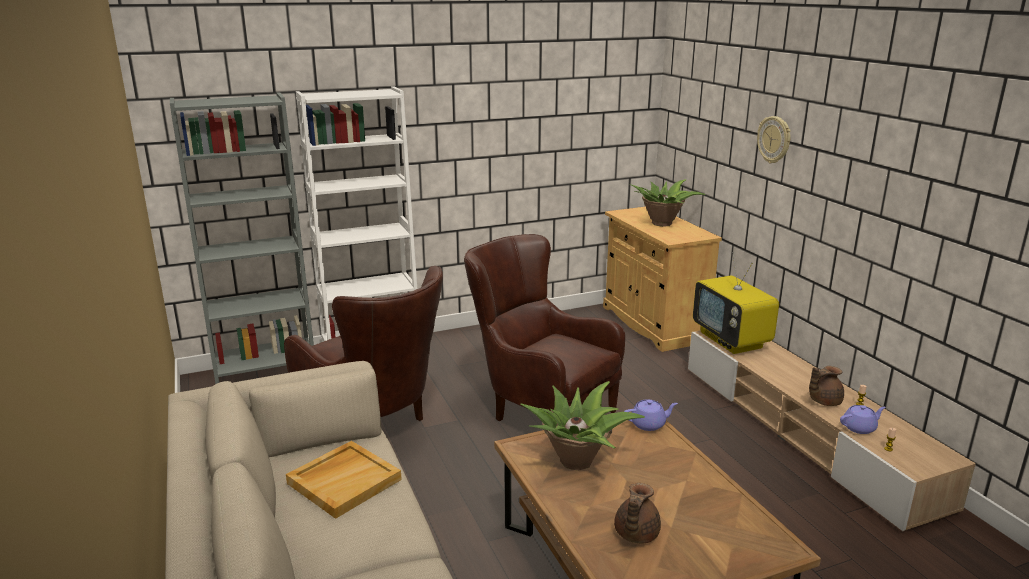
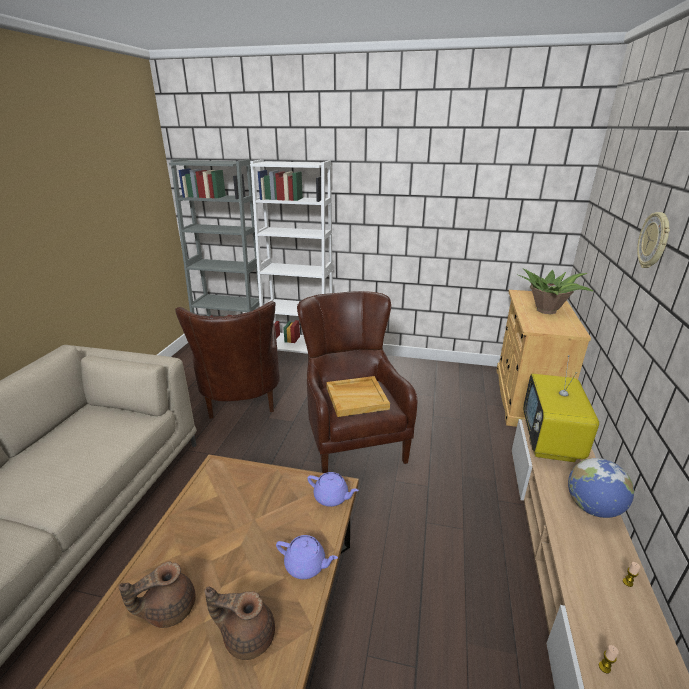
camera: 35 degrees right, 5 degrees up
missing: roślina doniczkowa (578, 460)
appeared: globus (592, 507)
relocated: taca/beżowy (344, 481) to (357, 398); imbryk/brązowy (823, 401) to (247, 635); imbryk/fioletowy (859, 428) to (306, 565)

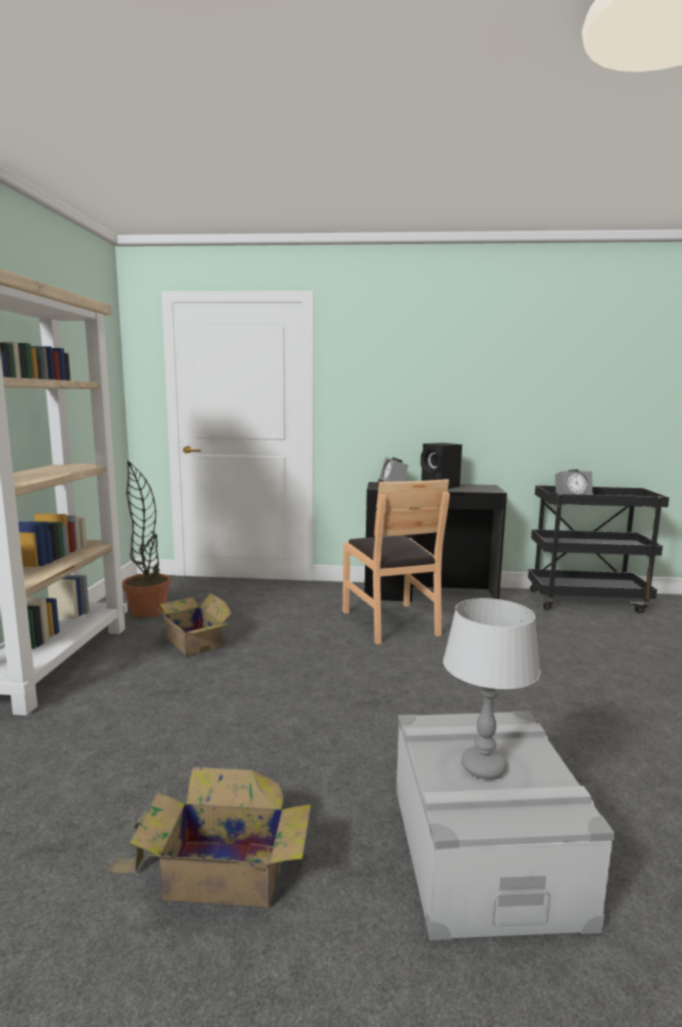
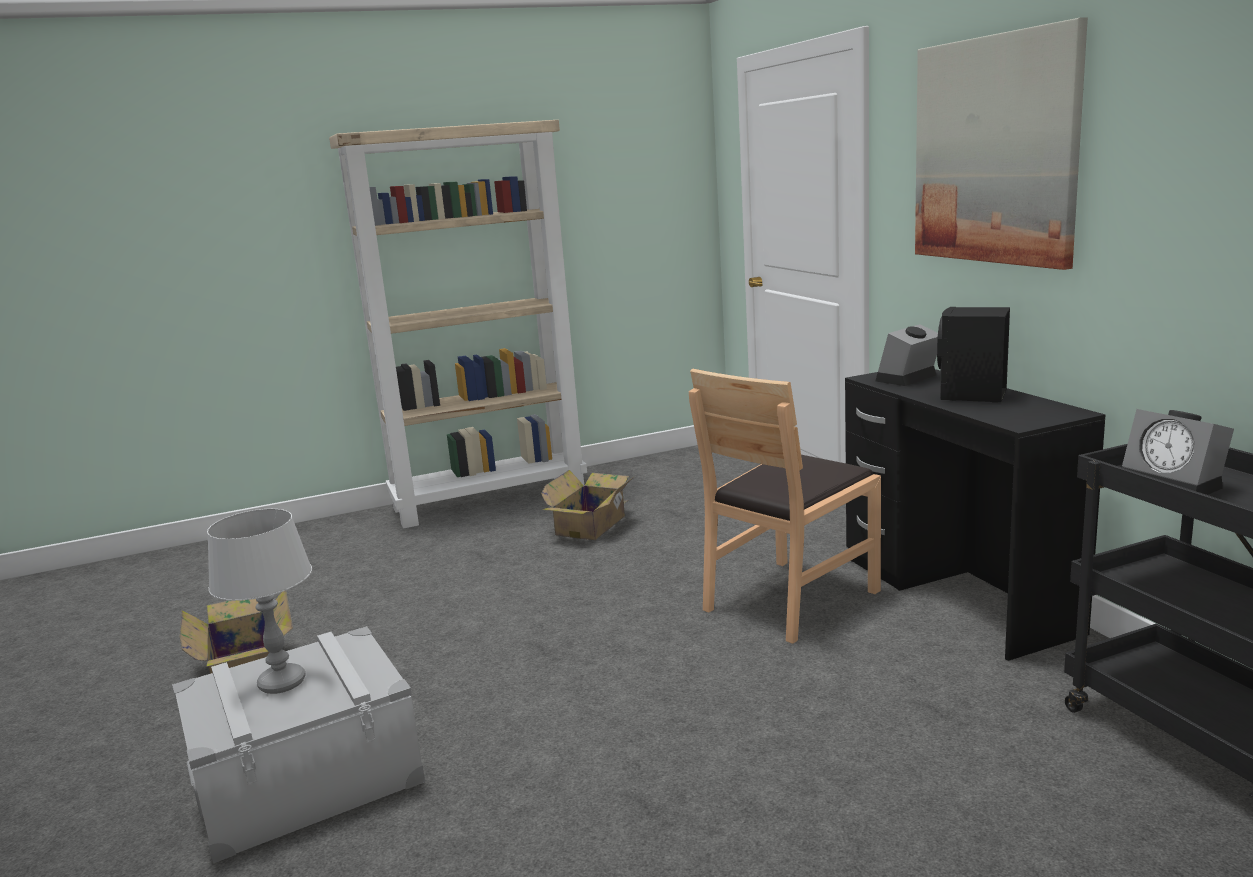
camera: 65 degrees right, 5 degrees up
missing: roślina doniczkowa (148, 611)
appeared: obraz (995, 151)

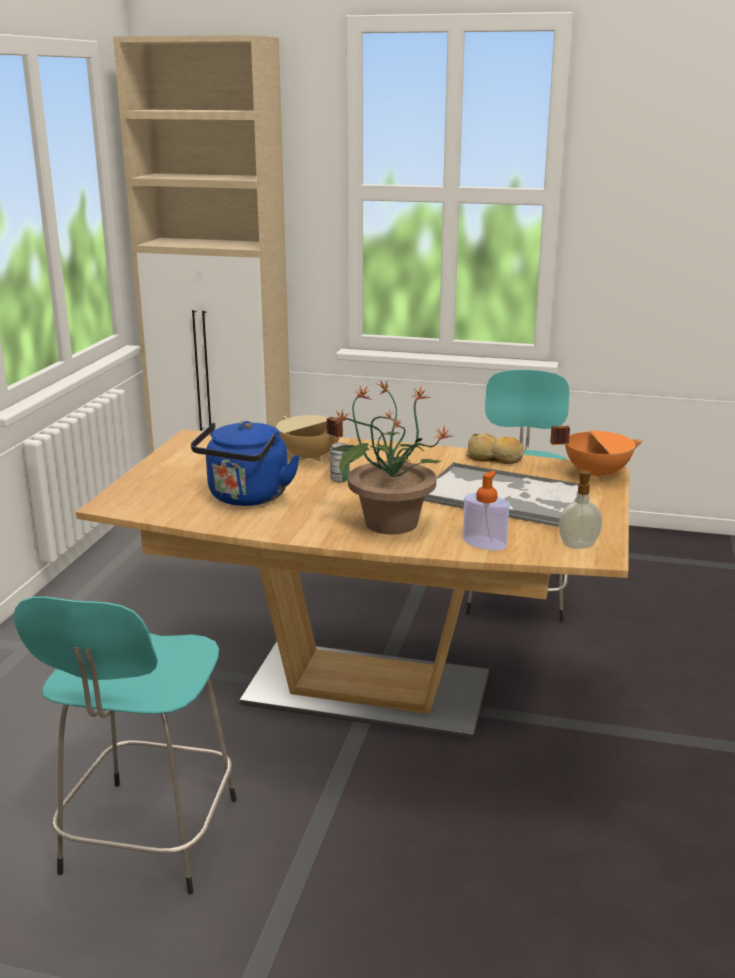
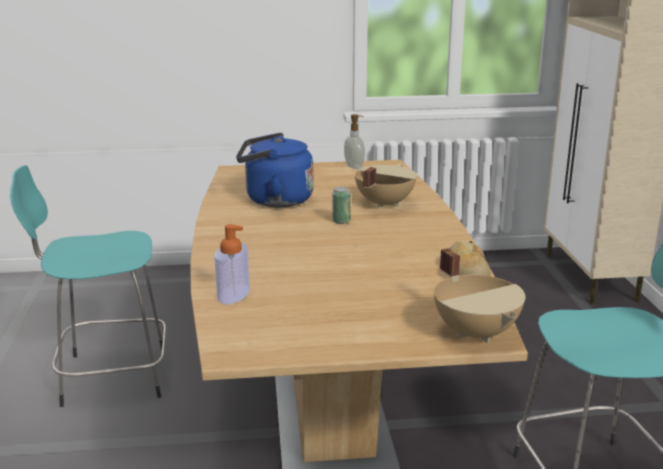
camera: 70 degrees right, 0 degrees up
missing: roślina doniczkowa (389, 523); taca (504, 496)
relocated: dozownik mydła (578, 545) to (355, 167)
colour: garnek/pomarańczowy (595, 474) to garnek/beżowy (476, 332)

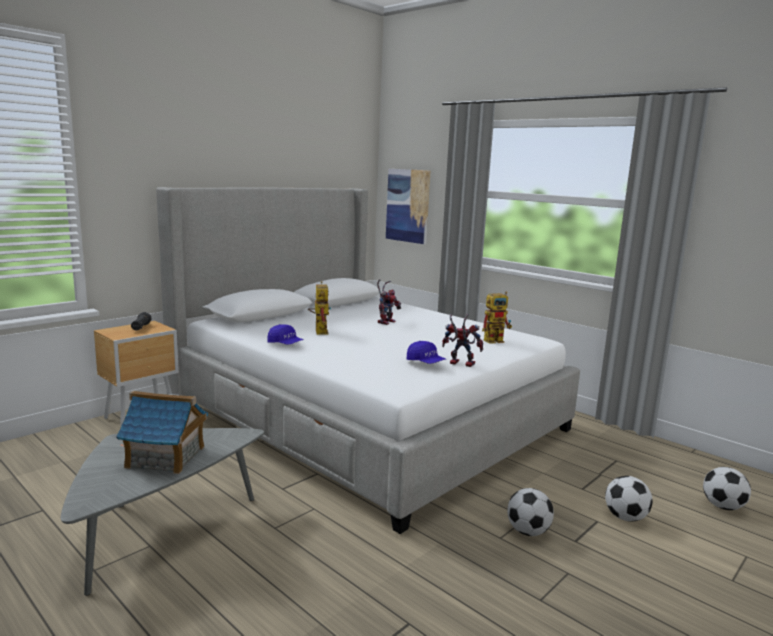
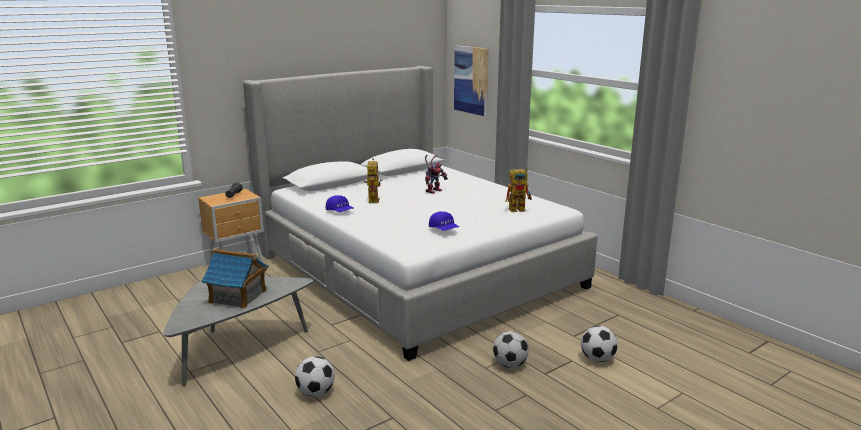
camera: 10 degrees right, 5 degrees up
missing: robot zabawkowy (459, 363)
relocated: piłka futbolowa (722, 506) to (316, 392)

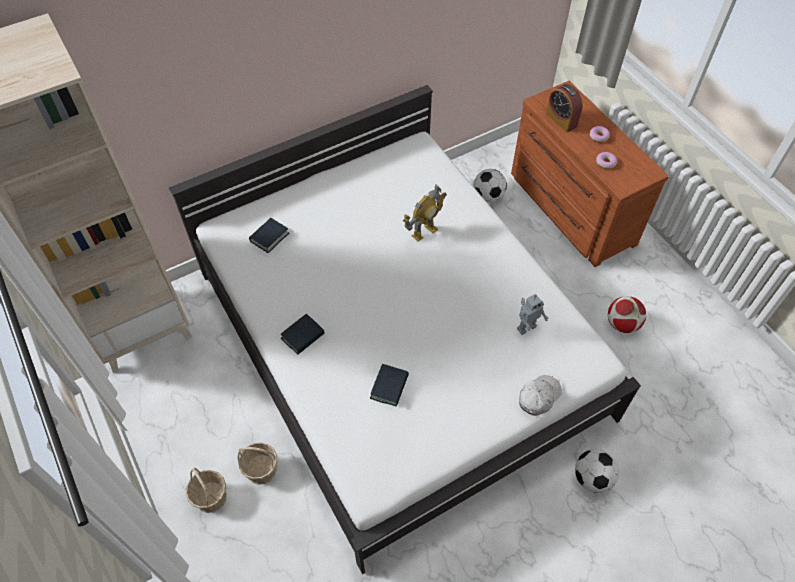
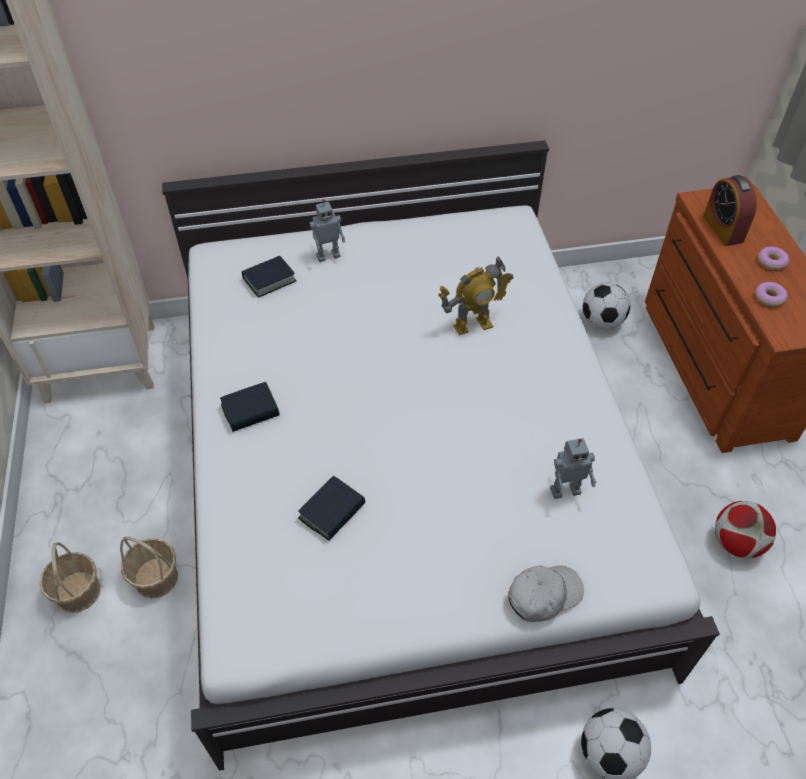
camera: 20 degrees right, 5 degrees down
appeared: robot zabawkowy (328, 255)

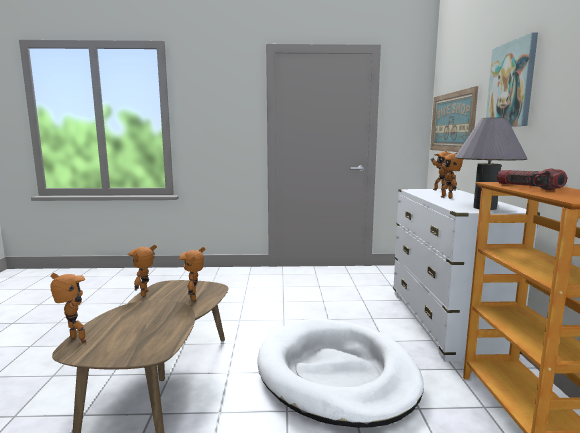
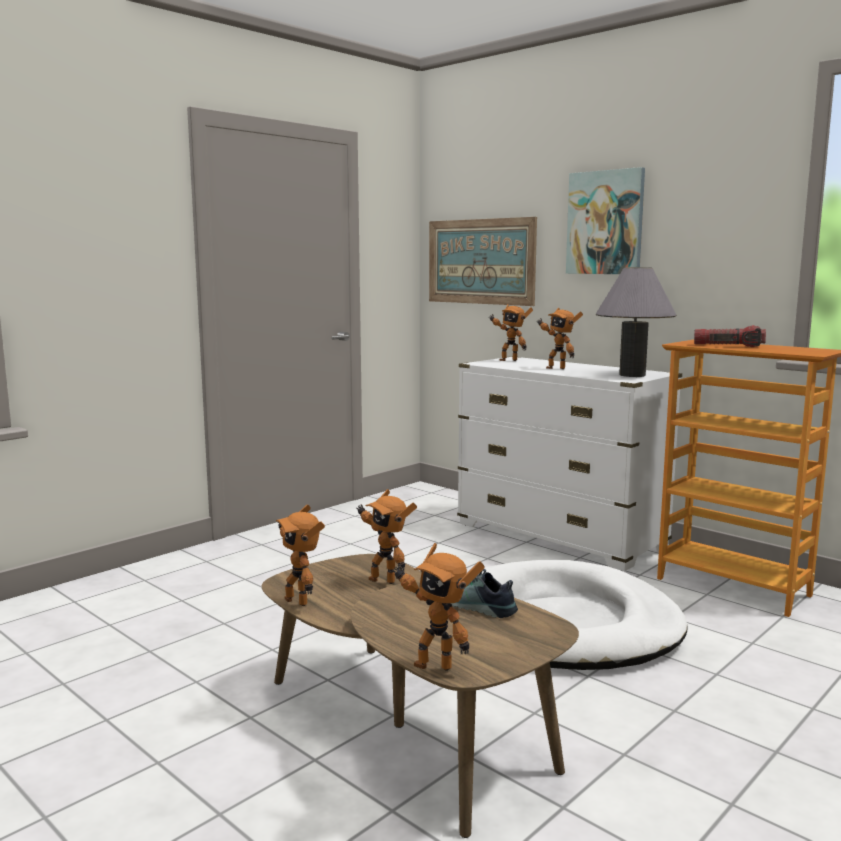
camera: 45 degrees left, 0 degrees up
appeared: but (475, 607)
spun: robot zabawkowy (75, 341) = (434, 664) 150 degrees counterclockwise

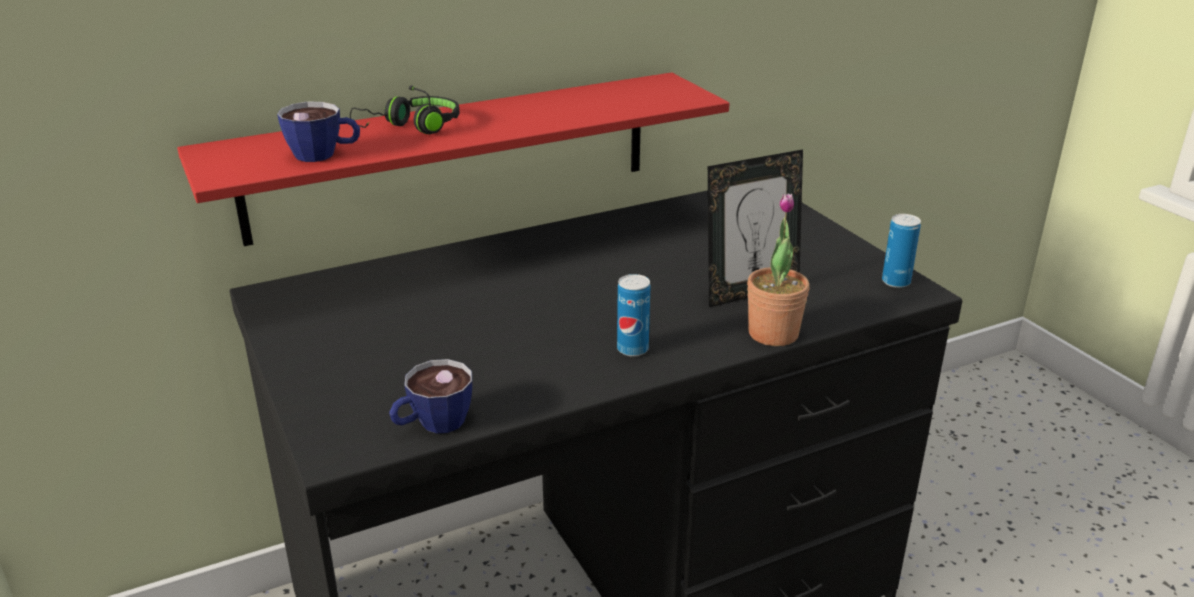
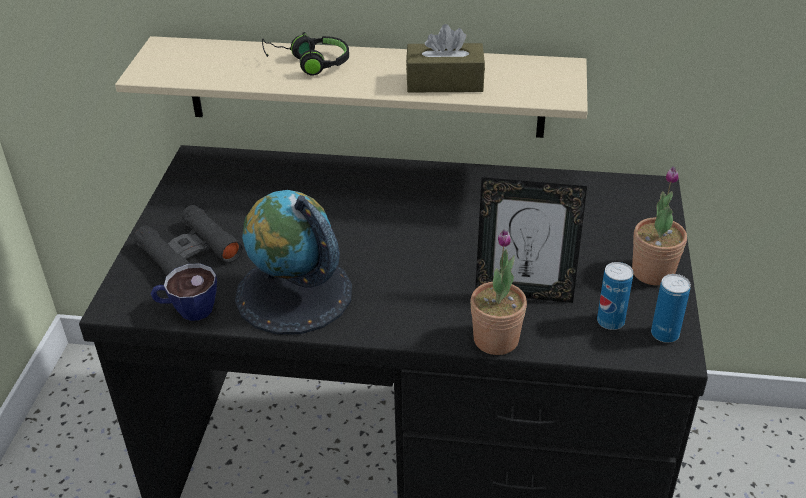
camera: 35 degrees right, 10 degrees up
missing: filiżanka (324, 155)
appeared: lornetka/czarny (189, 252); globus (293, 294); pudełko chusteczek/brązowy (444, 82); roślina doniczkowa (653, 272)
relocated: puszka (632, 349) to (610, 321)
colour: półka/czerwony (452, 156) to półka/beżowy (364, 87)

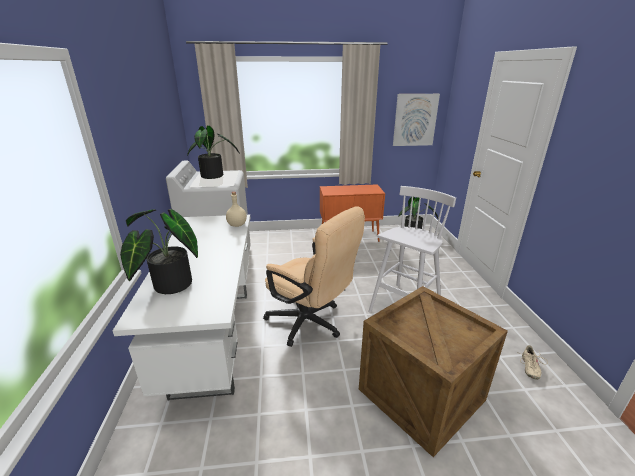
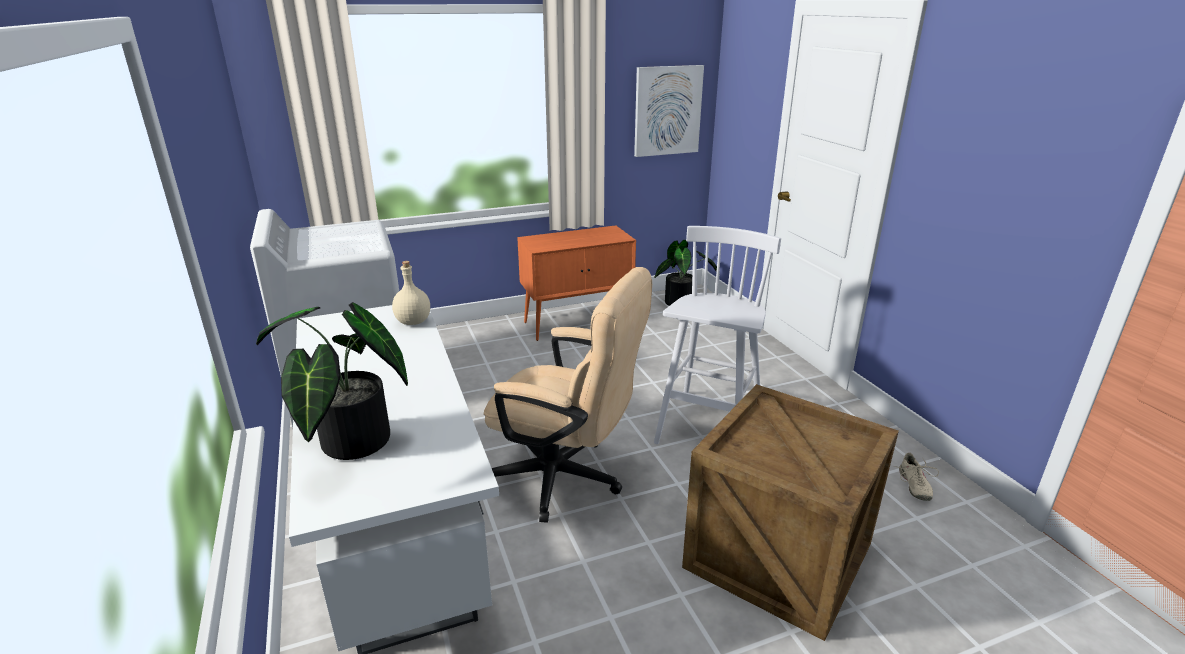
camera: 15 degrees left, 0 degrees up
missing: roślina doniczkowa (214, 176)

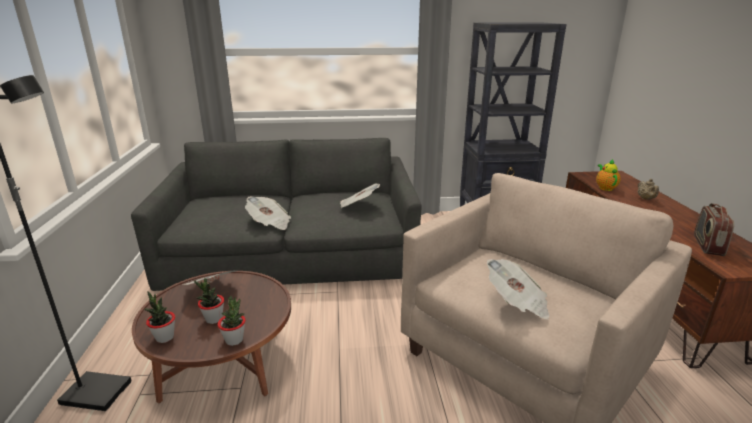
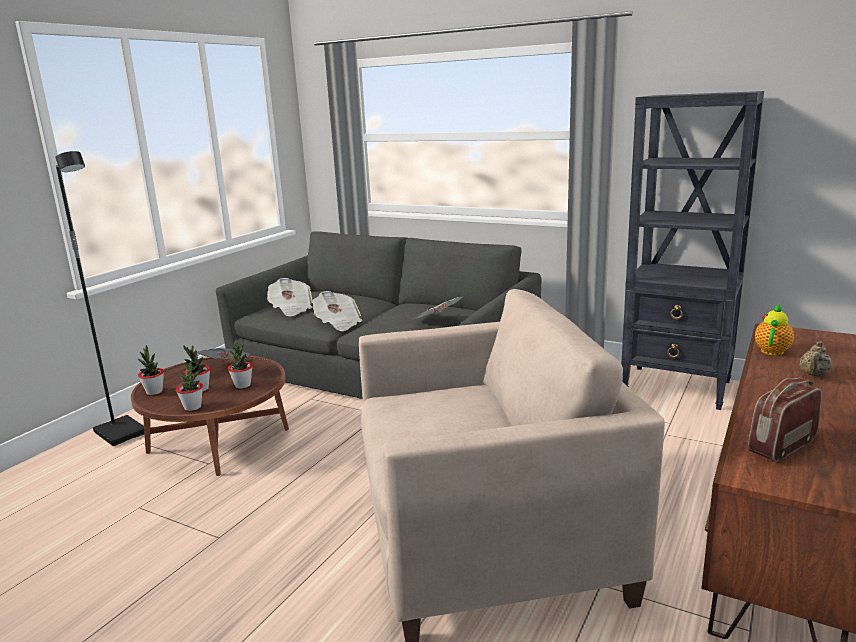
camera: 35 degrees right, 5 degrees down
appeared: roślina doniczkowa (242, 385)
relocated: gazeta (517, 303) to (291, 309)

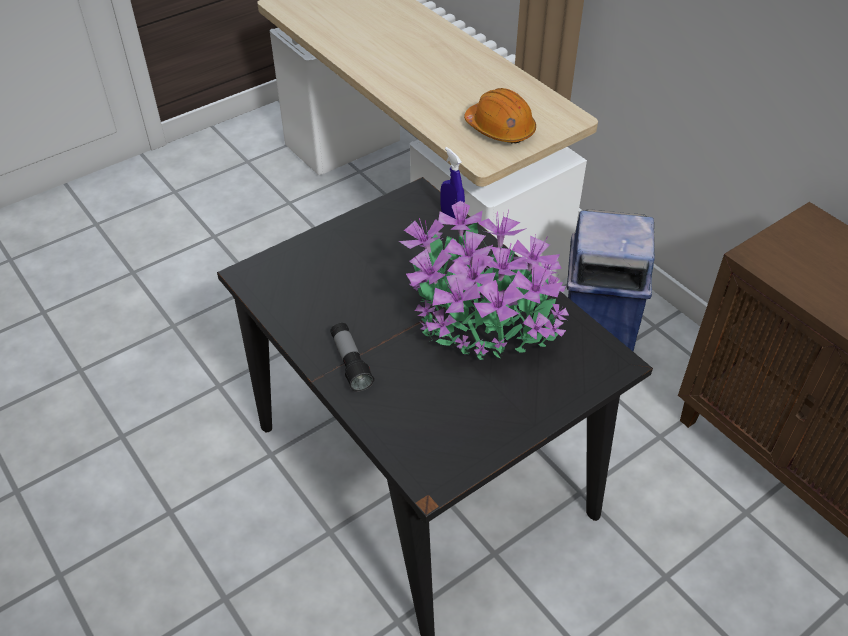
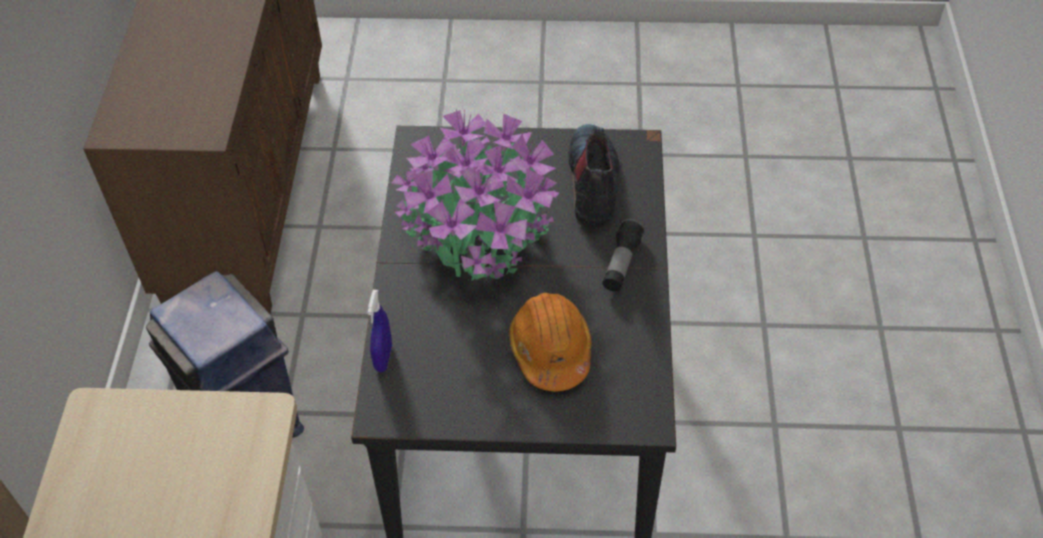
camera: 140 degrees left, 5 degrees up
appeared: but z cholewką (594, 184)
relocated: kask/pomarańczowy (500, 129) to (550, 350)

